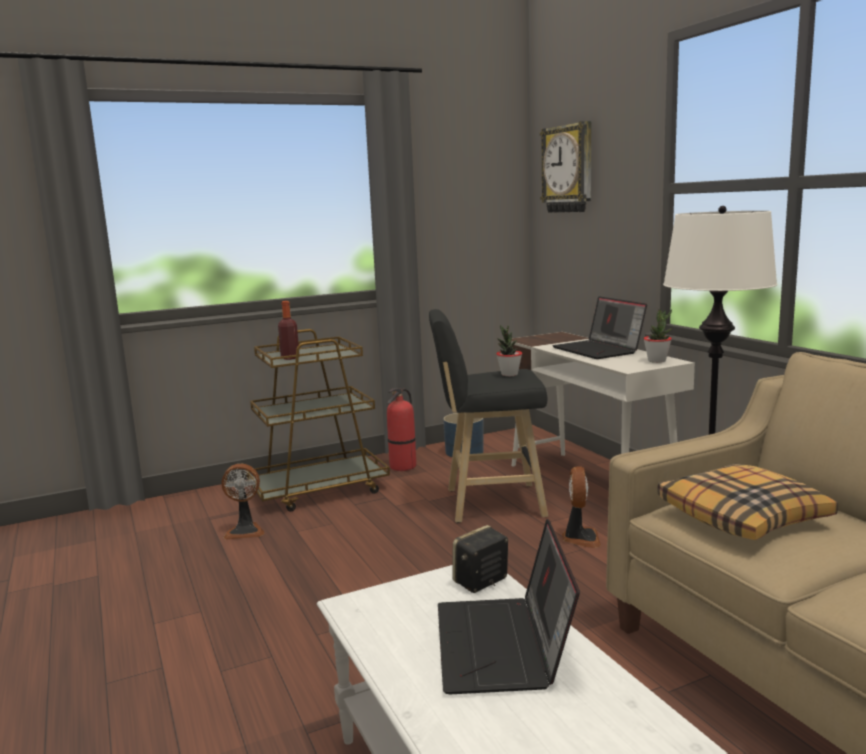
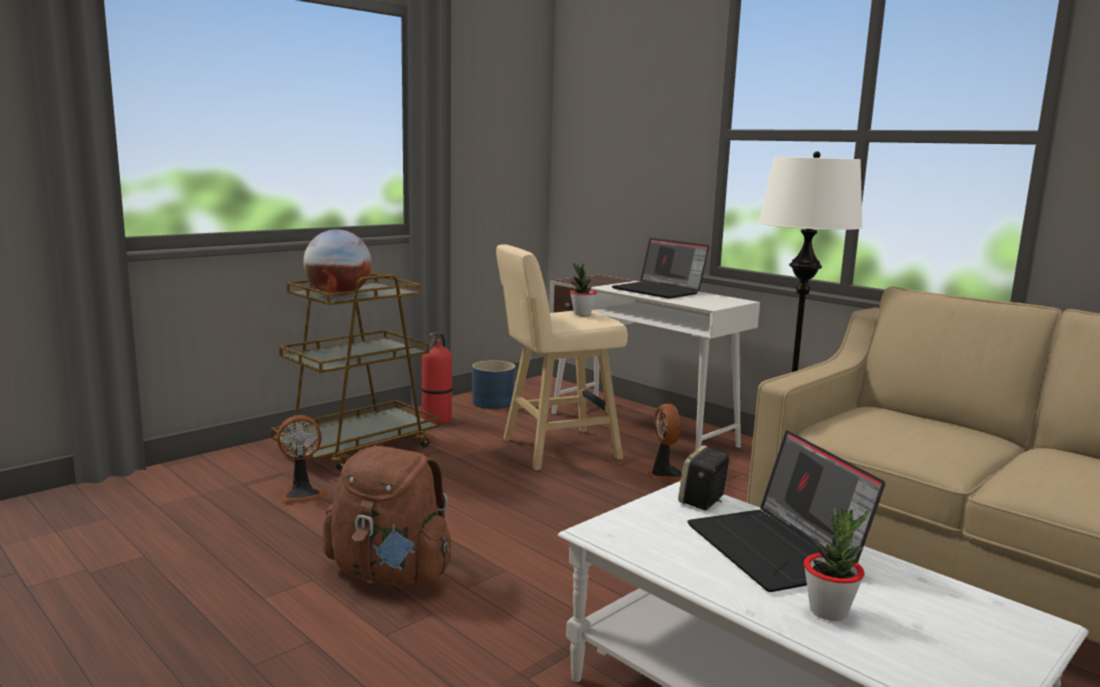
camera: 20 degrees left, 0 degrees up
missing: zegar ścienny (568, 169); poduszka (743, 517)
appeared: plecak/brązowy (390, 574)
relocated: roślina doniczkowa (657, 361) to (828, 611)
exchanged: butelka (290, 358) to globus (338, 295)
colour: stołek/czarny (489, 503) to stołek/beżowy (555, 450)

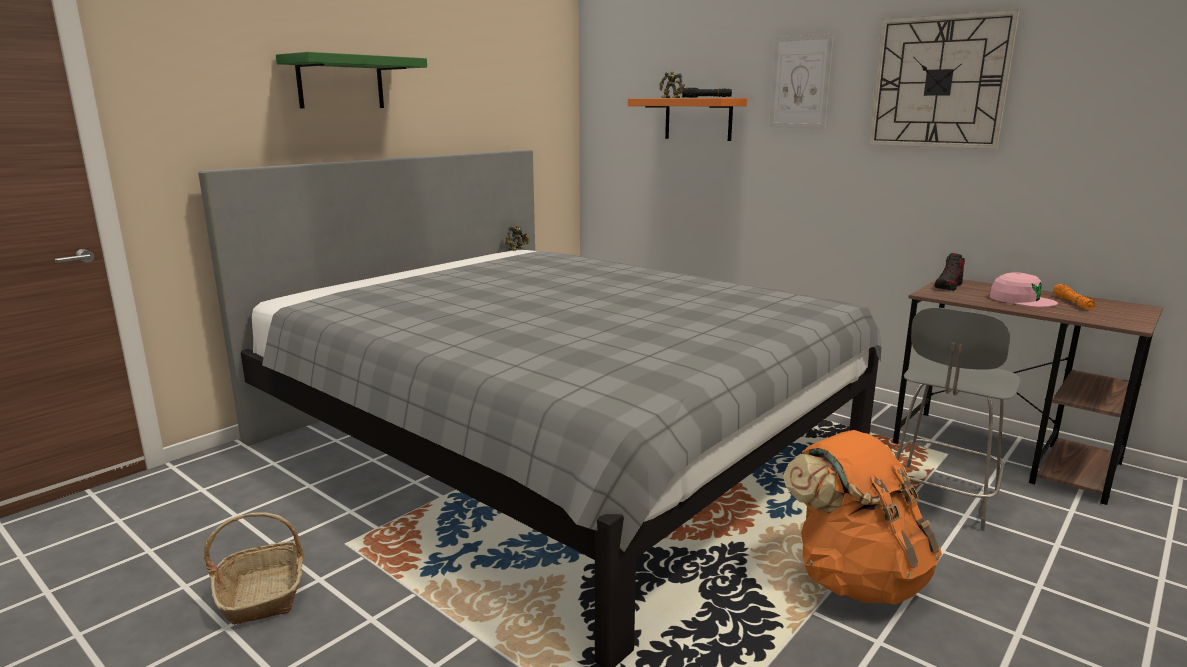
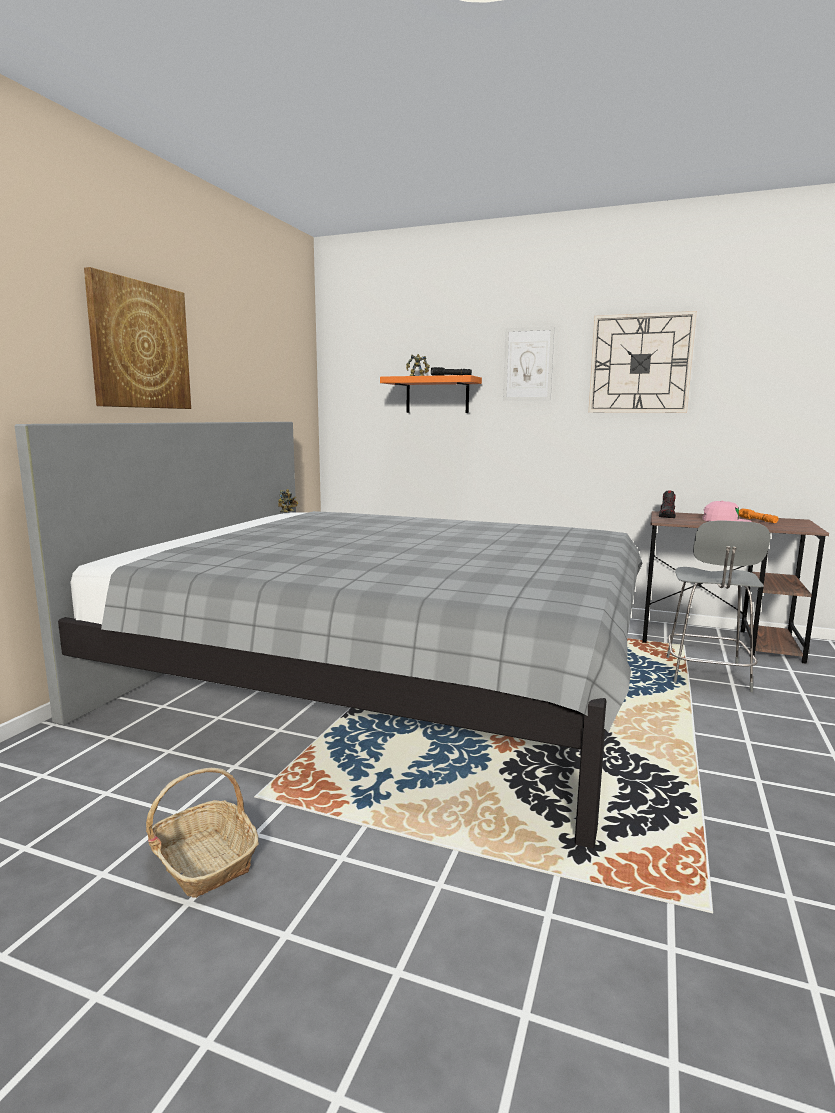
camera: 20 degrees left, 5 degrees down
missing: plecak/pomarańczowy (855, 578)
exchanged: półka/zielony (340, 83) to obraz (140, 345)

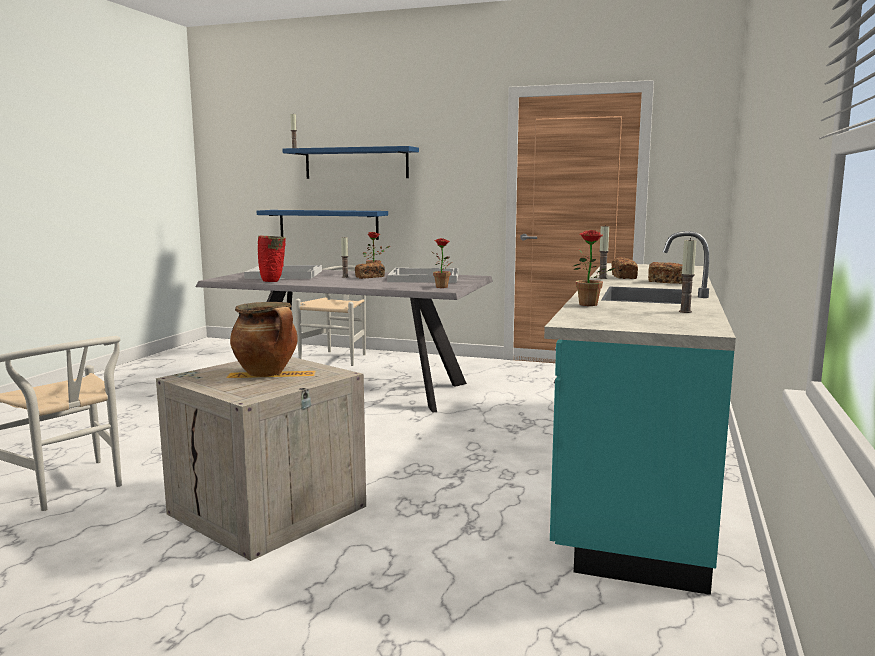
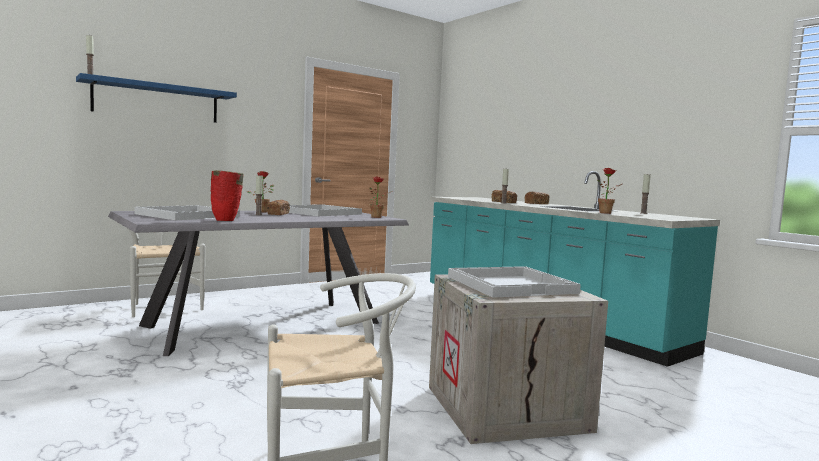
camera: 55 degrees left, 5 degrees down
missing: półka/niebieski (328, 224)
exchanged: garnek (267, 373) to taca/biały (510, 284)

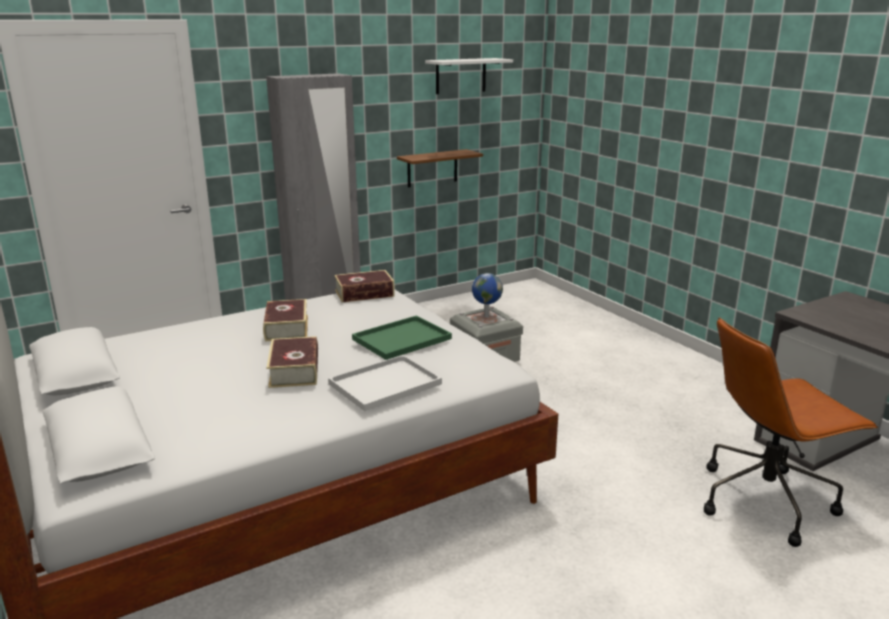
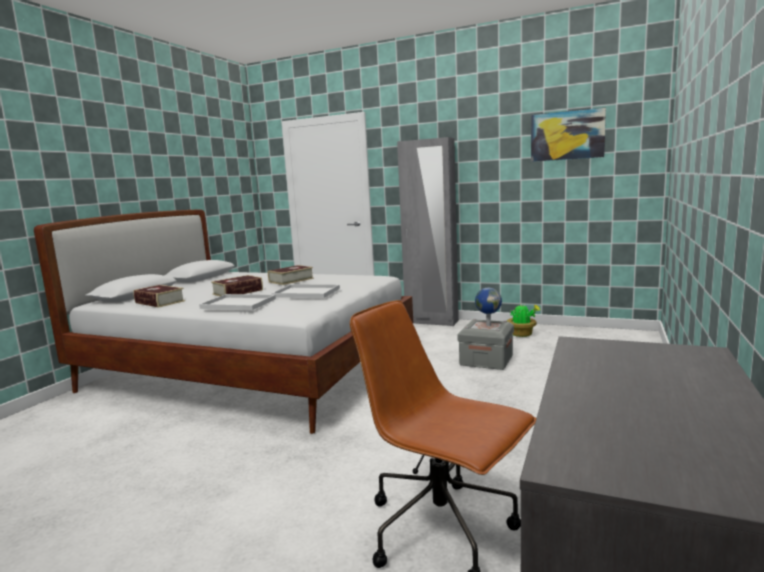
camera: 55 degrees right, 10 degrees down
missing: półka/brązowy (432, 168)
appeared: roślina doniczkowa (522, 334)
relocated: książka (364, 293) to (160, 302)
exchanged: półka/biały (460, 76) to obraz (567, 135)
colour: taca/zielony (401, 340) to taca/biały (305, 293)

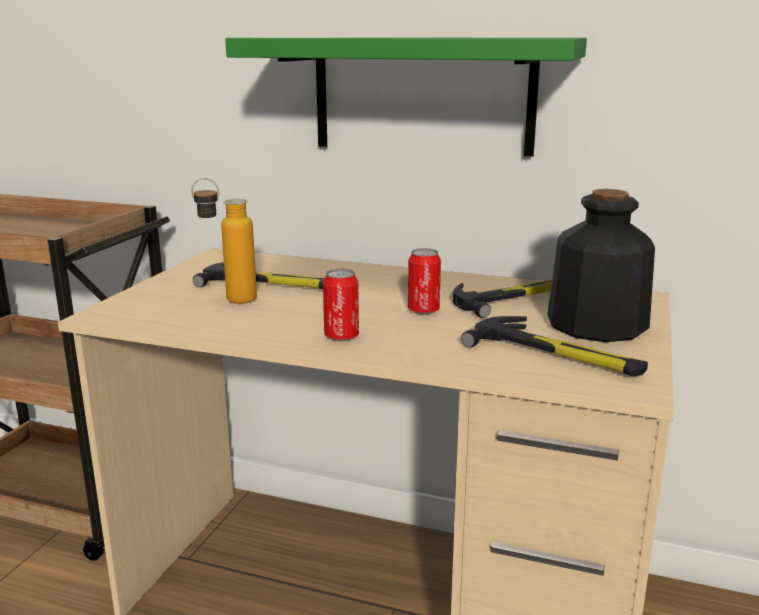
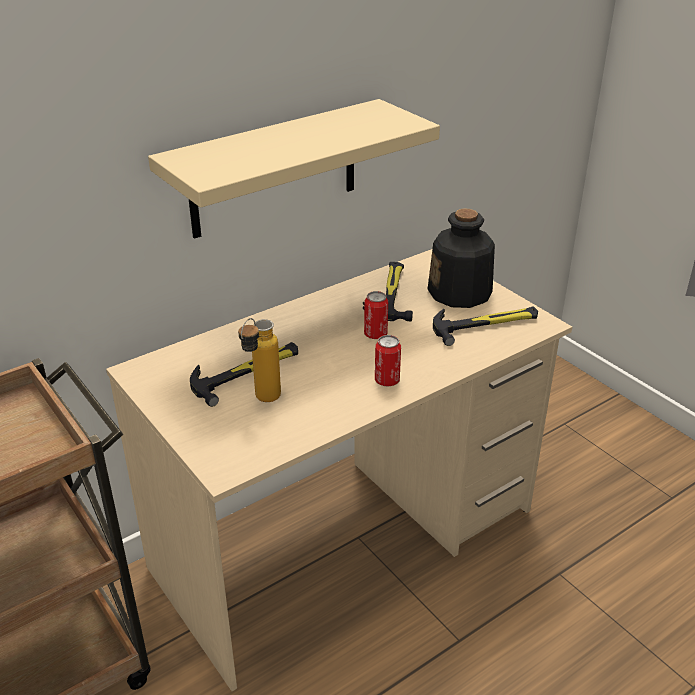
camera: 55 degrees left, 15 degrees up
colour: półka/zielony (422, 95) to półka/beżowy (274, 169)

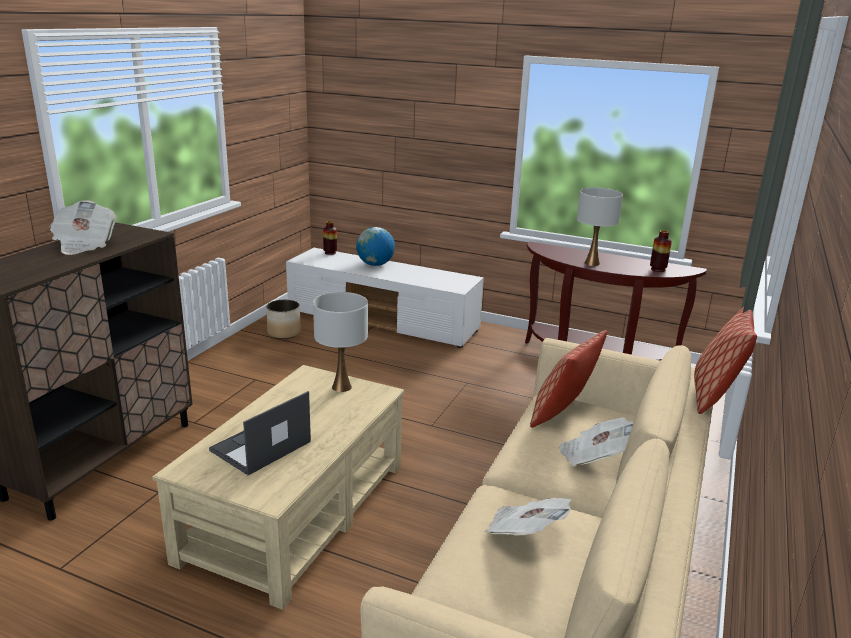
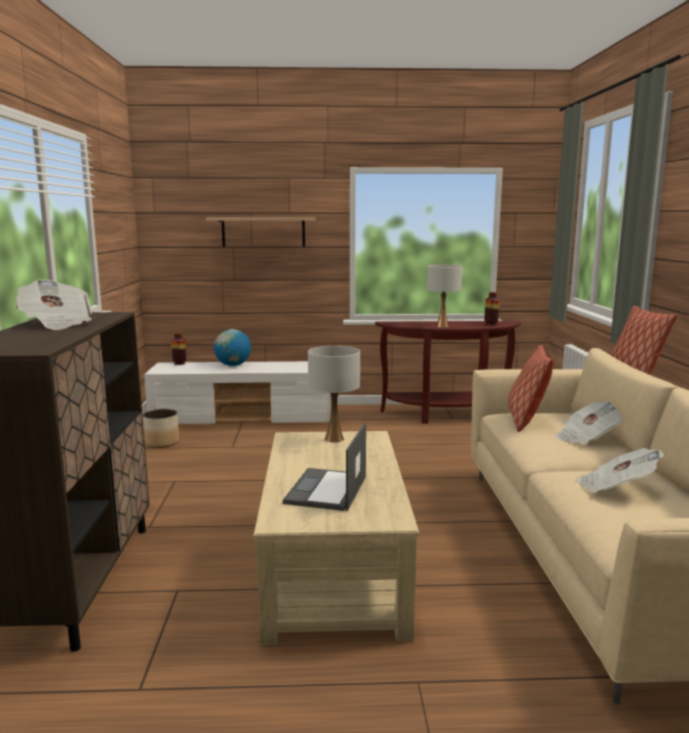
camera: 25 degrees left, 10 degrees down
appeared: półka (263, 232)

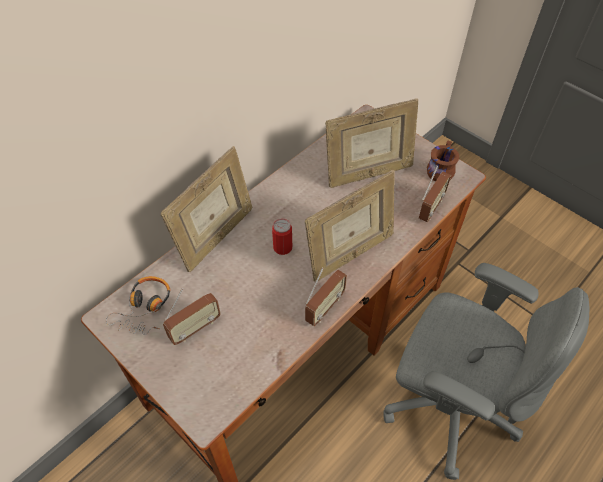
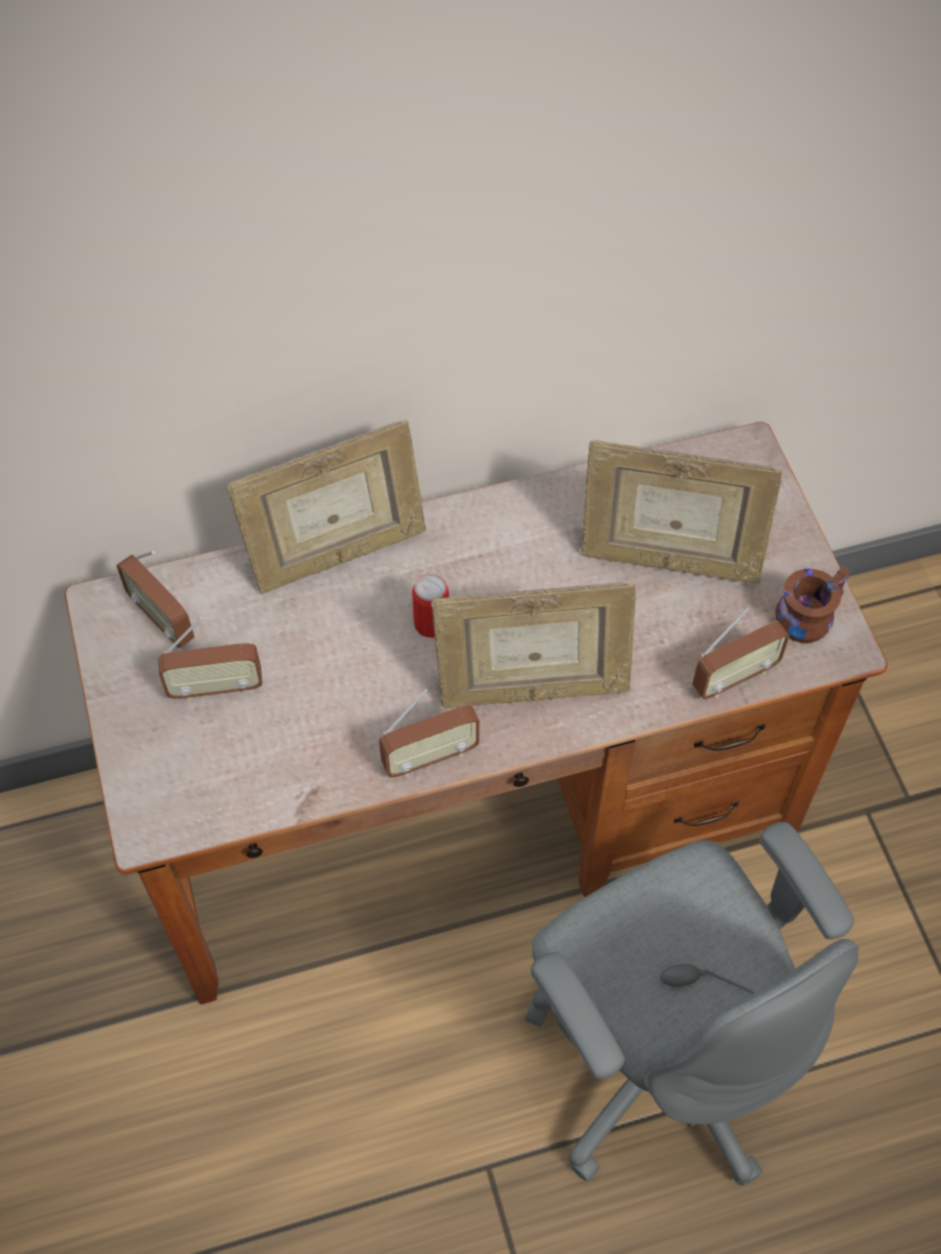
camera: 30 degrees right, 5 degrees up
exchanged: słuchawki (145, 309) to radio (162, 619)

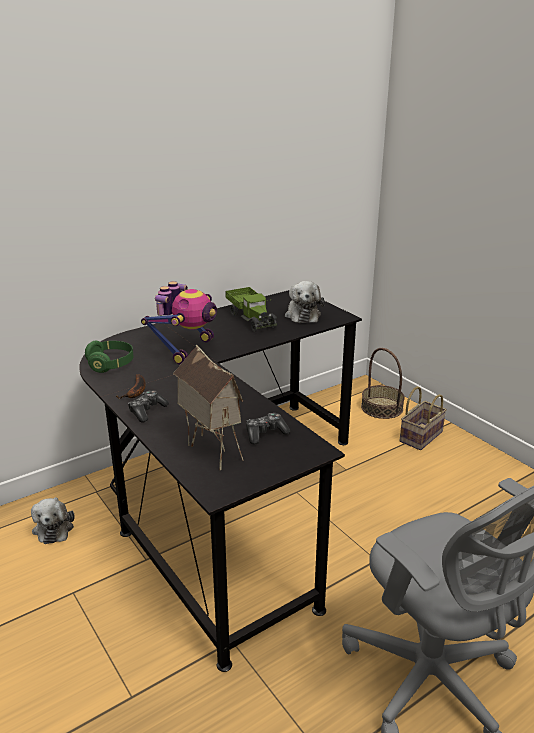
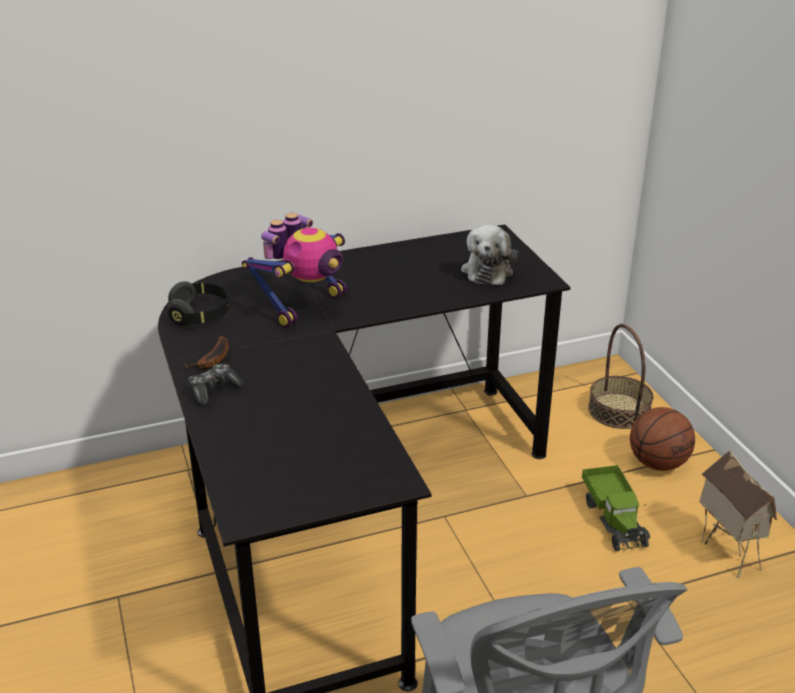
camera: 15 degrees right, 5 degrees up
missing: pluszak (54, 527); pad do gier (265, 434)
relocated: domek (210, 450) to (725, 552); ciężarówka zabawkowa (251, 318) to (614, 519)
exchanged: koszyk (420, 436) to piłka do koszykówki (658, 463)
colour: słuchawki/zielony (111, 364) to słuchawki/czarny (200, 315)

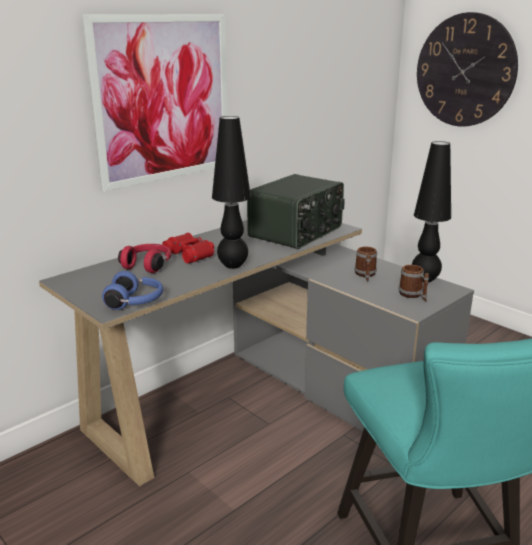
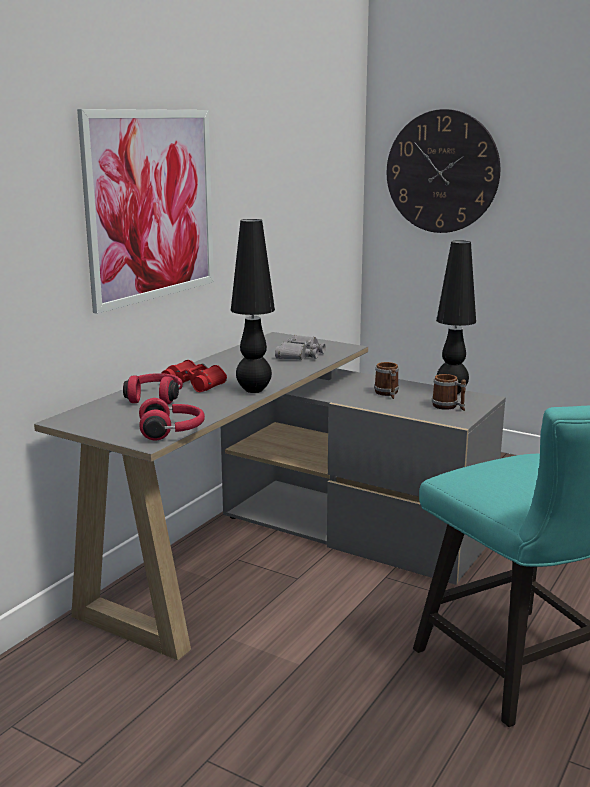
camera: 15 degrees left, 5 degrees down
exchanged: radio (297, 232) to lornetka/szary (300, 354)
colour: słuchawki/niebieski (136, 302) to słuchawki/czerwony (172, 432)

